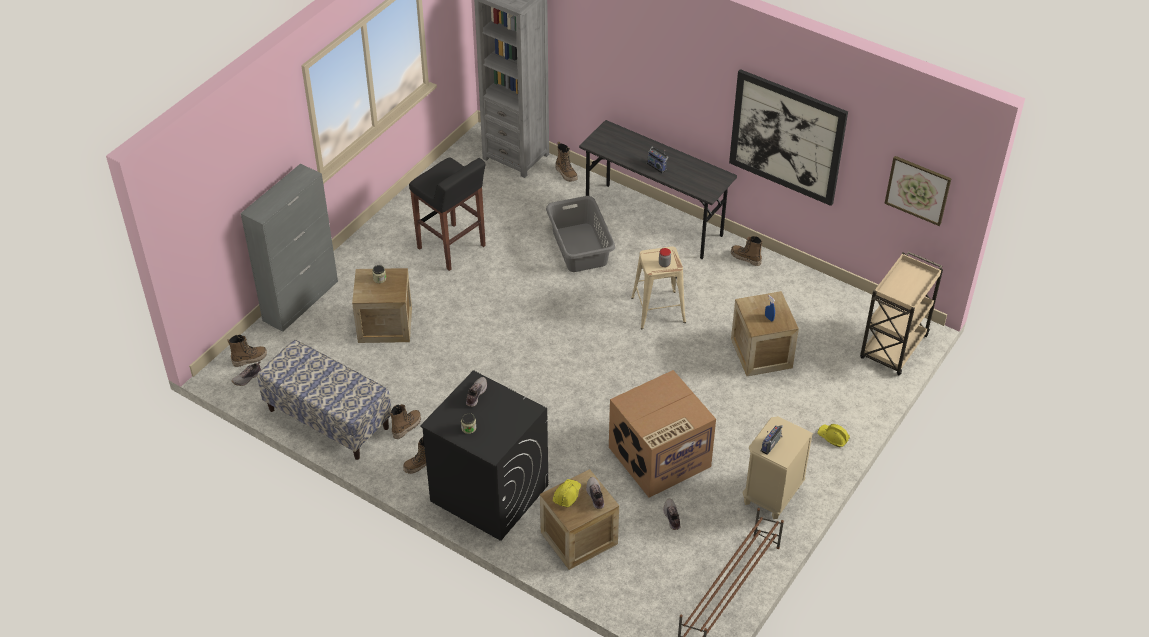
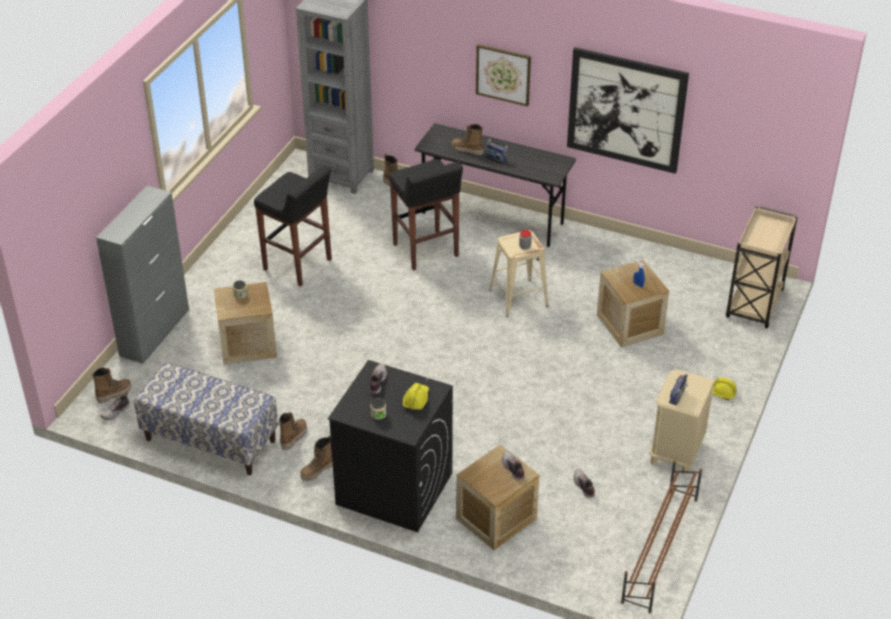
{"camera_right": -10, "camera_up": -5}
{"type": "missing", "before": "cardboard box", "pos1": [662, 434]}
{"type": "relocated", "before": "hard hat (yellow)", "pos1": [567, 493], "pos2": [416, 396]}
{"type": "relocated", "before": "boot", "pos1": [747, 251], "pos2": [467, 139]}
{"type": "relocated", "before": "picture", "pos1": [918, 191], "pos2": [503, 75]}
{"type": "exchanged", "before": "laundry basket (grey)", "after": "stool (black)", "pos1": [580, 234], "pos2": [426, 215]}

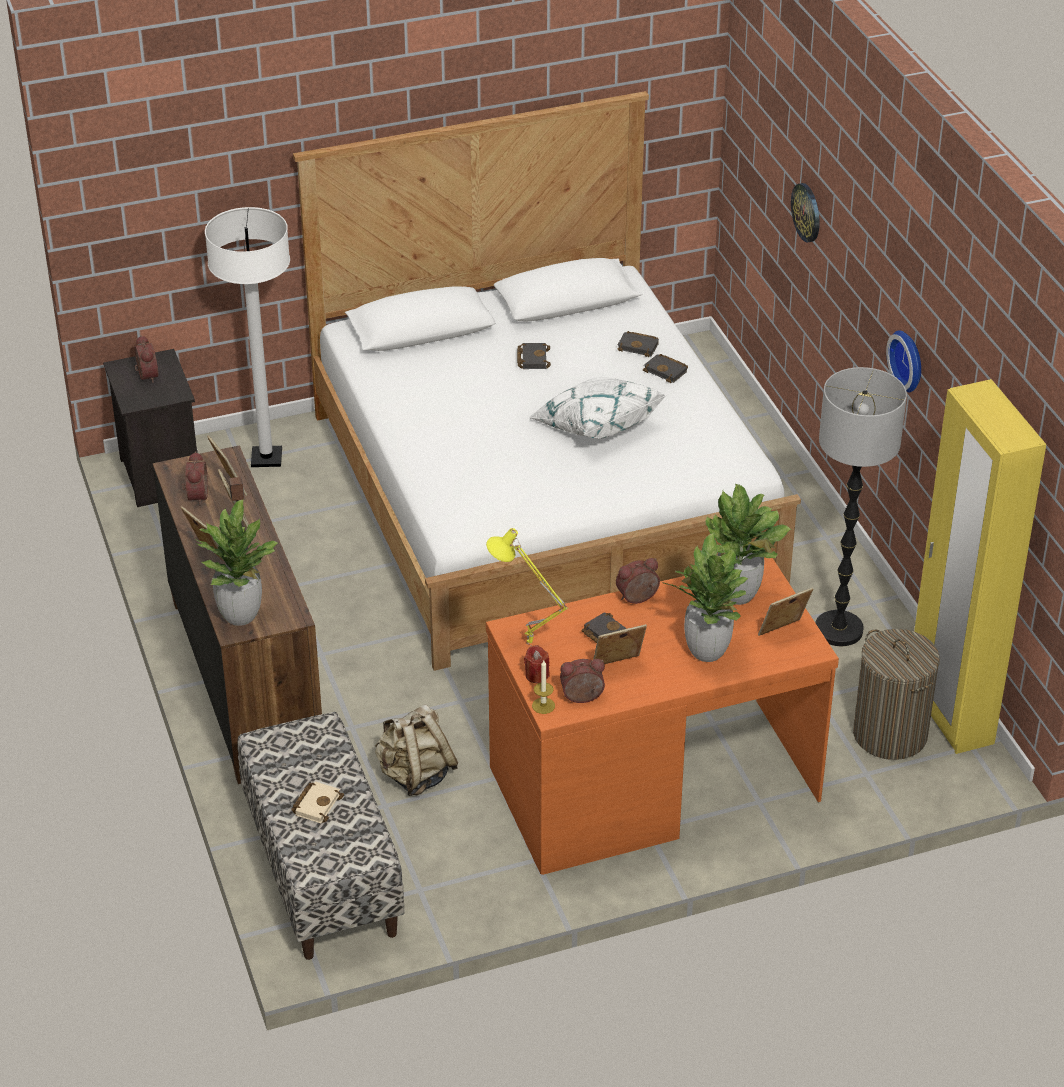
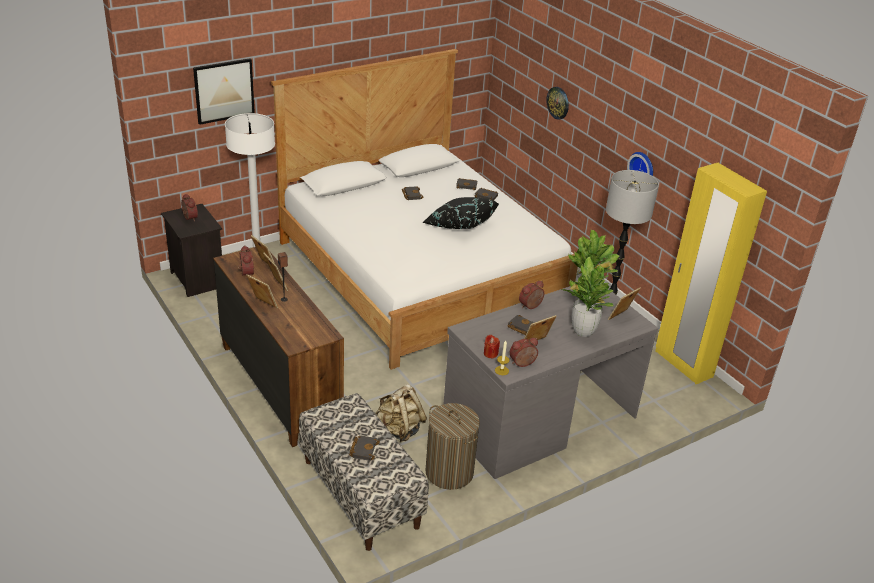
{"camera_right": -15, "camera_up": -5}
{"type": "missing", "before": "potted plant", "pos1": [236, 563]}
{"type": "missing", "before": "table lamp (yellow)", "pos1": [527, 587]}
{"type": "appeared", "after": "picture", "pos2": [224, 91]}
{"type": "relocated", "before": "laundry basket", "pos1": [896, 694], "pos2": [453, 446]}
{"type": "colour", "before": "book (beige)", "after": "book (black)", "pos1": [317, 802], "pos2": [364, 448]}
{"type": "colour", "before": "desk (orange)", "after": "desk (grey)", "pos1": [662, 716], "pos2": [551, 382]}
{"type": "colour", "before": "pillow (white)", "after": "pillow (black)", "pos1": [597, 408], "pos2": [460, 213]}

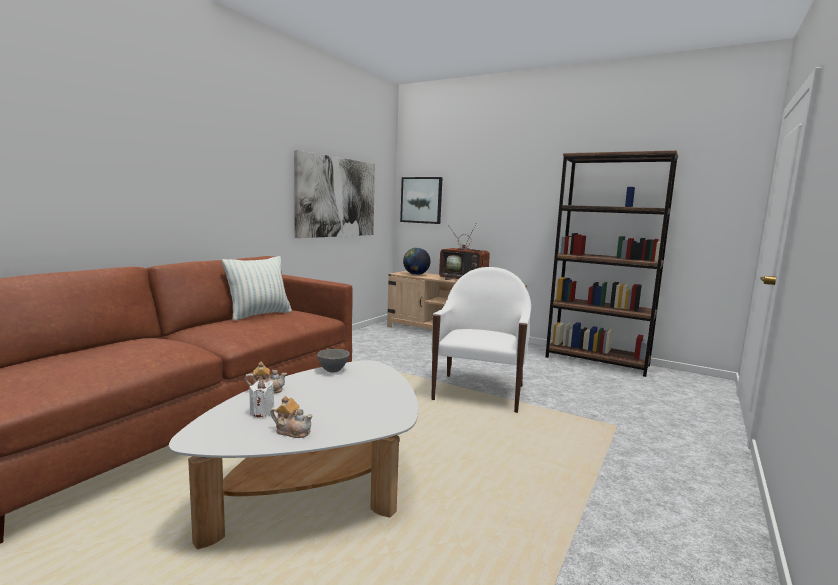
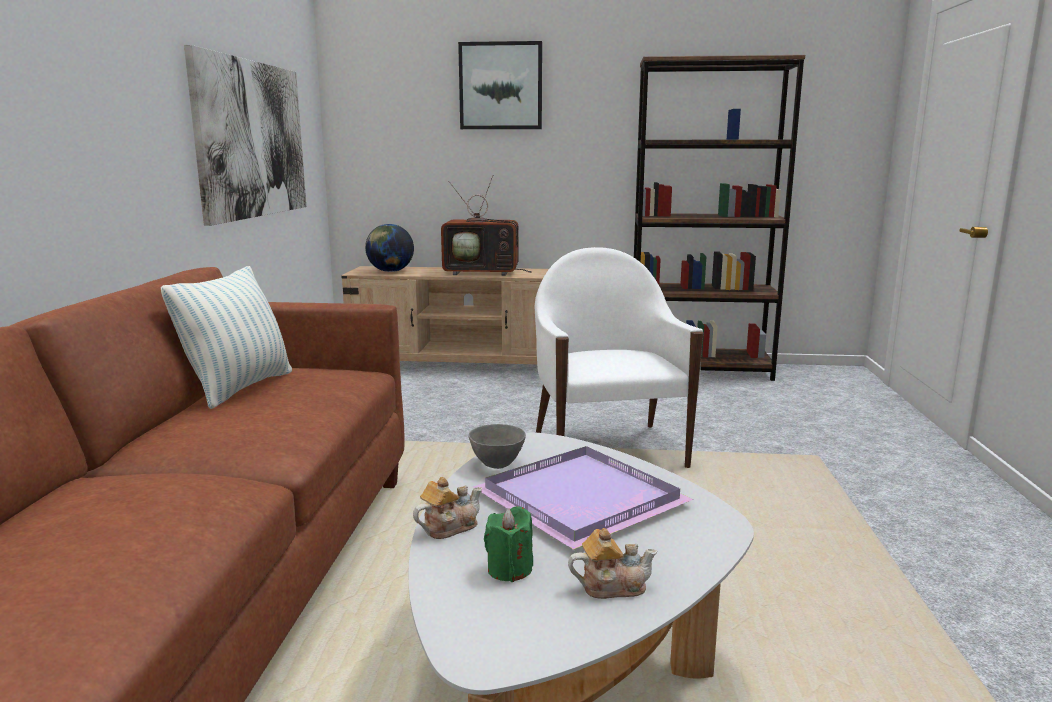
{"camera_right": -25, "camera_up": 5}
{"type": "appeared", "after": "tray (purple)", "pos2": [583, 498]}
{"type": "relocated", "before": "picture", "pos1": [421, 200], "pos2": [500, 85]}
{"type": "colour", "before": "candle (white)", "after": "candle (green)", "pos1": [262, 398], "pos2": [508, 544]}

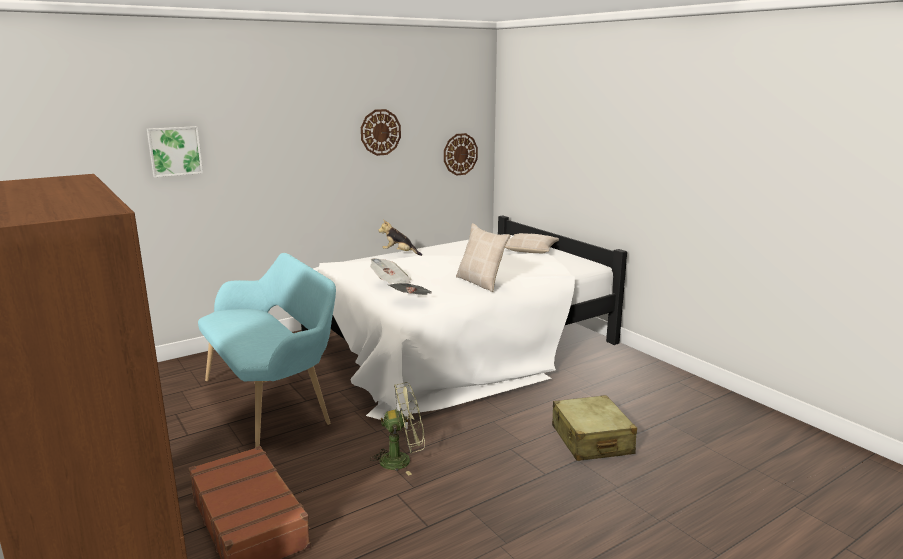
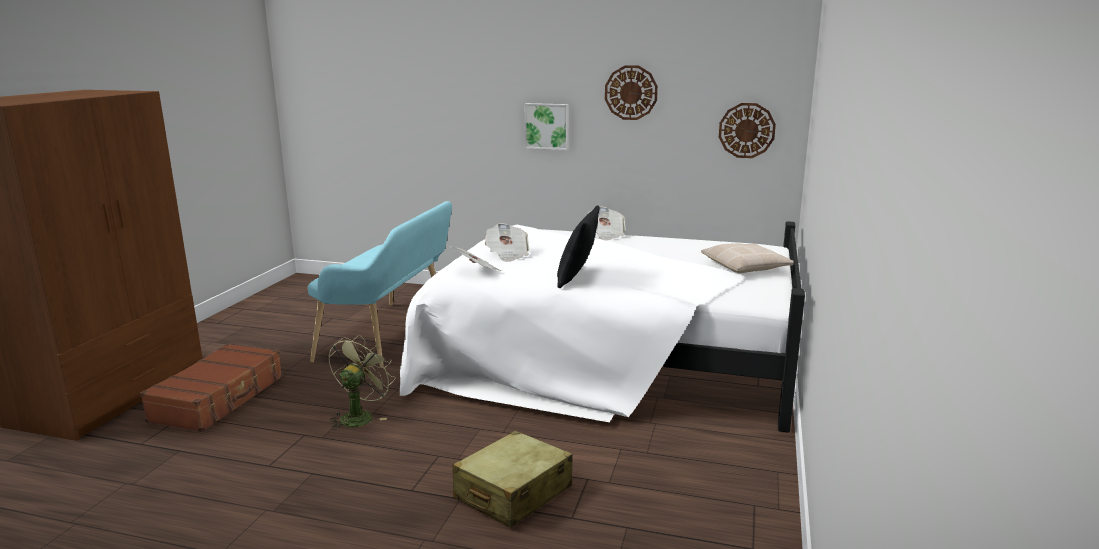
{"camera_right": 50, "camera_up": 0}
{"type": "relocated", "before": "picture", "pos1": [175, 151], "pos2": [546, 126]}
{"type": "exchanged", "before": "plush toy", "after": "newspaper", "pos1": [400, 238], "pos2": [606, 224]}
{"type": "colour", "before": "pillow (beige)", "after": "pillow (black)", "pos1": [483, 257], "pos2": [578, 246]}
{"type": "spun", "before": "fan (green)", "pos1": [397, 428], "pos2": [361, 382], "turn": -105}

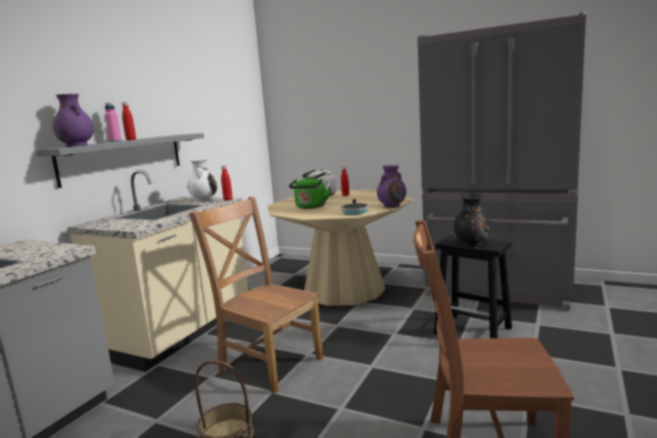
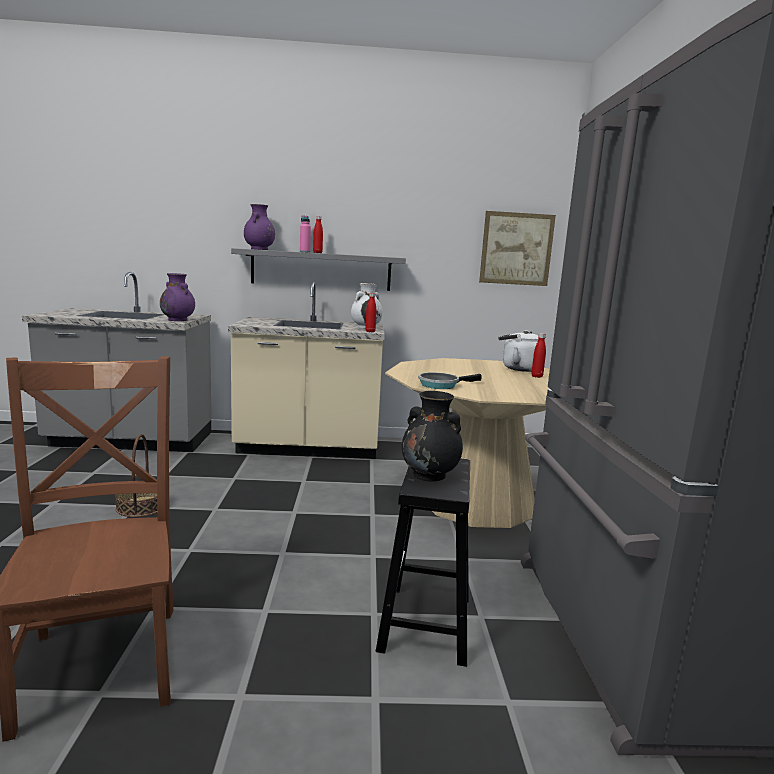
{"camera_right": 60, "camera_up": 0}
{"type": "missing", "before": "chair (brown)", "pos1": [256, 295]}
{"type": "missing", "before": "kettle (green)", "pos1": [310, 193]}
{"type": "appeared", "after": "picture", "pos2": [517, 248]}
{"type": "relocated", "before": "vase (purple)", "pos1": [391, 186], "pos2": [177, 297]}

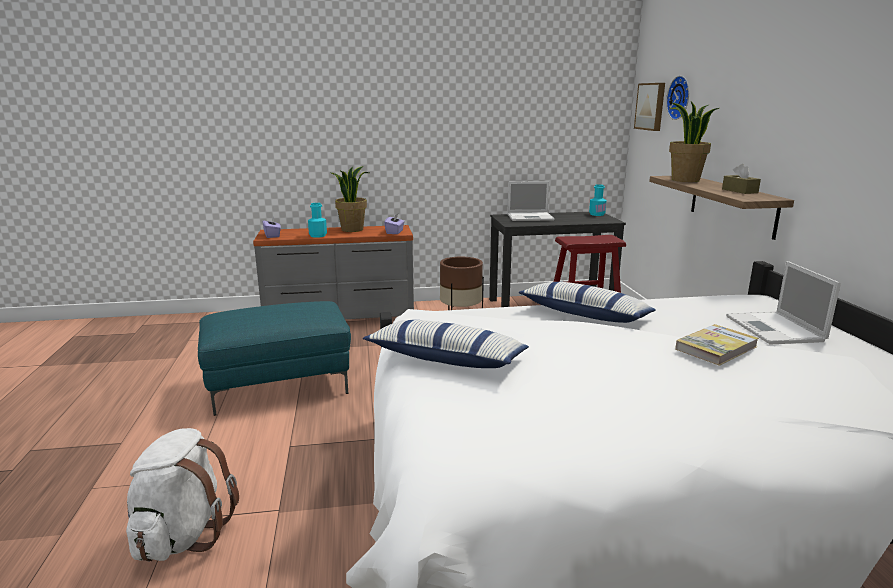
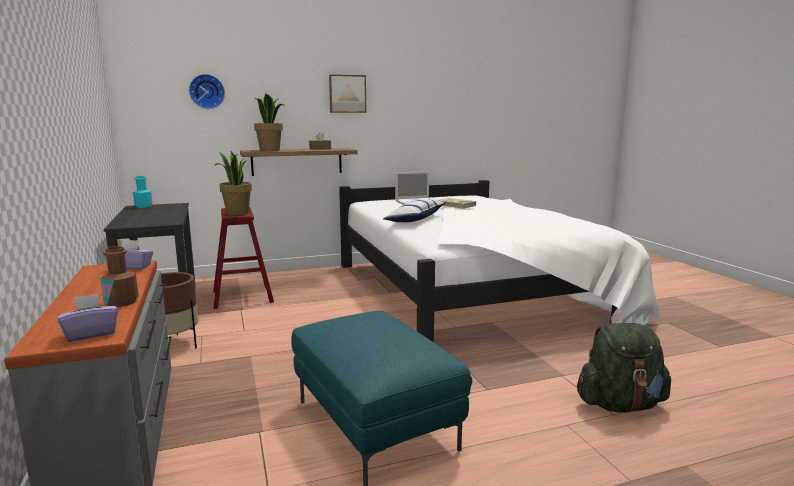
{"camera_right": -100, "camera_up": -5}
{"type": "missing", "before": "pillow", "pos1": [446, 344]}
{"type": "missing", "before": "laptop", "pos1": [530, 201]}
{"type": "relocated", "before": "potted plant", "pos1": [350, 199], "pos2": [233, 183]}
{"type": "relocated", "before": "picture", "pos1": [649, 107], "pos2": [347, 93]}
{"type": "colour", "before": "backpack (white)", "after": "backpack (green)", "pos1": [182, 495], "pos2": [624, 368]}
{"type": "colour", "before": "bottle (turquoise)", "after": "bottle (brown)", "pos1": [317, 220], "pos2": [119, 276]}

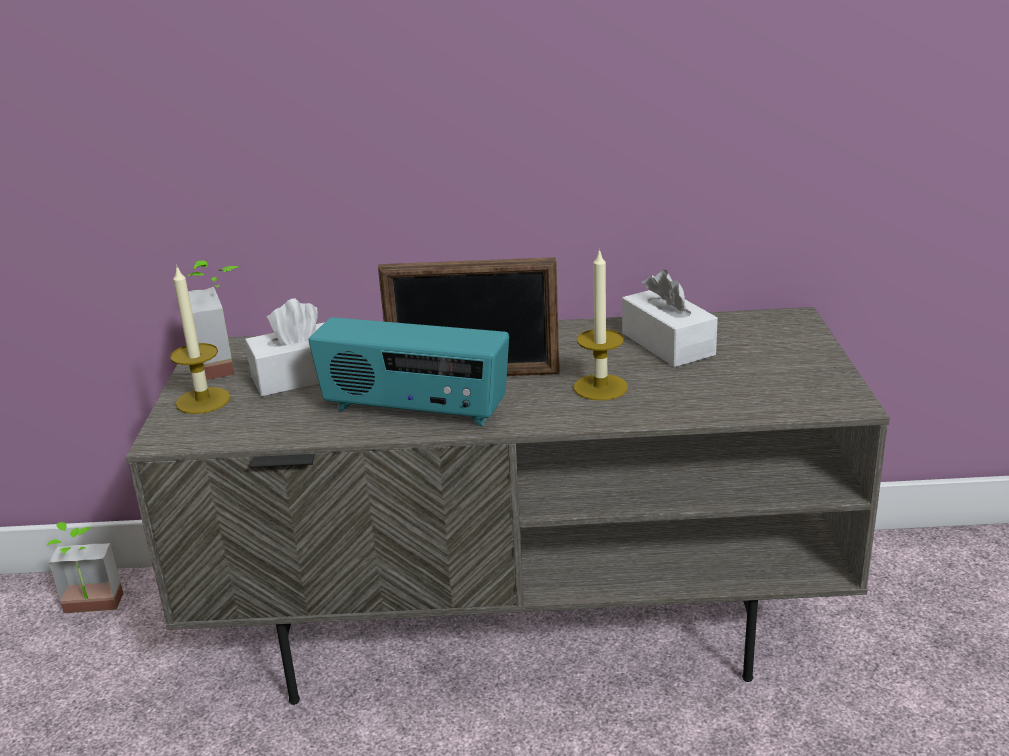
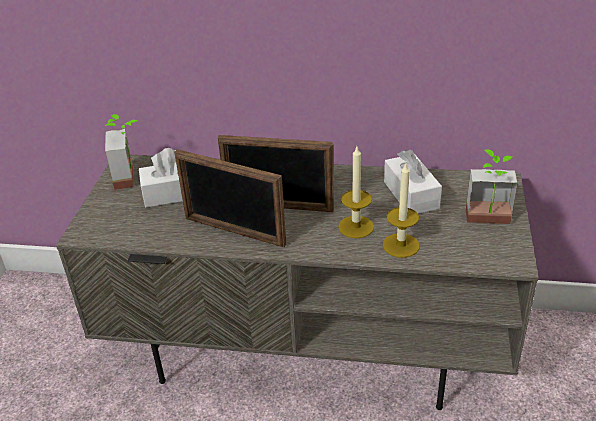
{"camera_right": 10, "camera_up": 10}
{"type": "relocated", "before": "potted plant", "pos1": [84, 567], "pos2": [492, 186]}
{"type": "relocated", "before": "candle", "pos1": [200, 339], "pos2": [401, 210]}
{"type": "exchanged", "before": "radio", "after": "picture frame", "pos1": [409, 371], "pos2": [230, 198]}

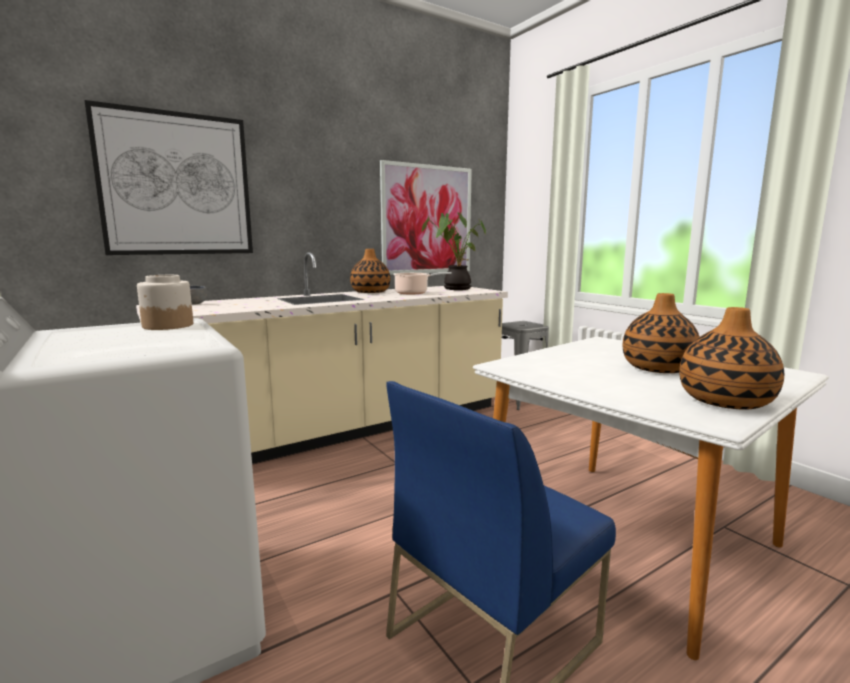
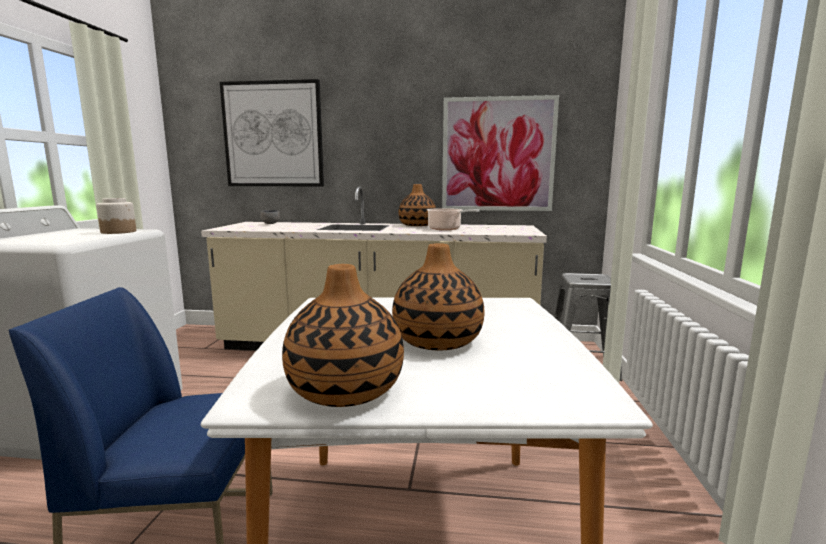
{"camera_right": 40, "camera_up": 0}
{"type": "missing", "before": "potted plant", "pos1": [454, 251]}

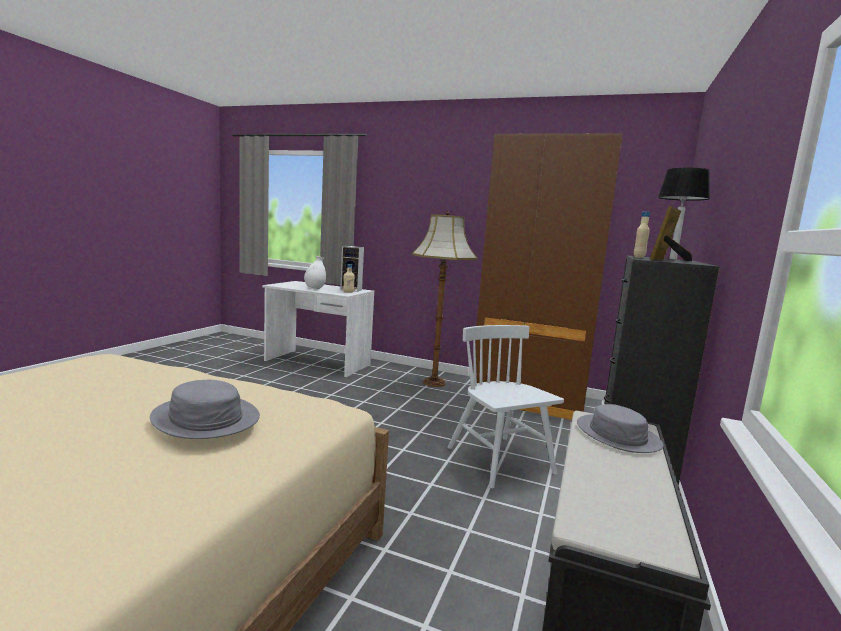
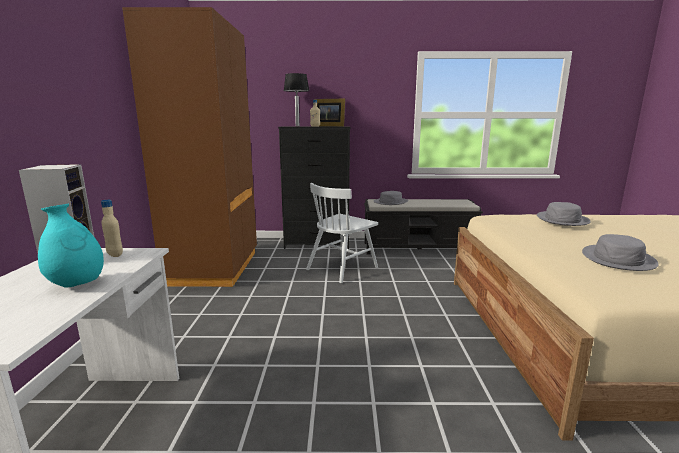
{"camera_right": -110, "camera_up": 5}
{"type": "missing", "before": "floor lamp", "pos1": [444, 298]}
{"type": "appeared", "after": "hat (grey)", "pos2": [620, 252]}
{"type": "colour", "before": "vase (white)", "after": "vase (turquoise)", "pos1": [315, 272], "pos2": [71, 246]}

